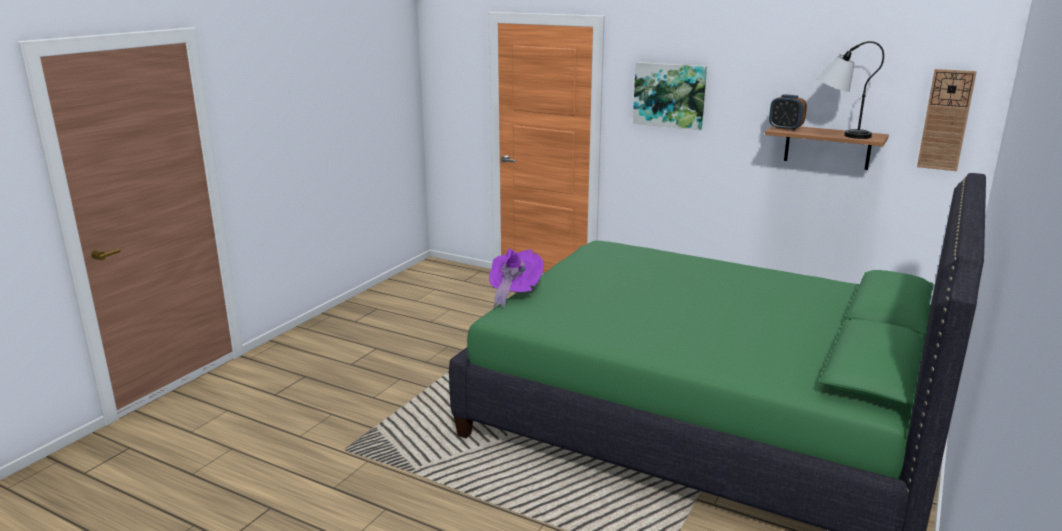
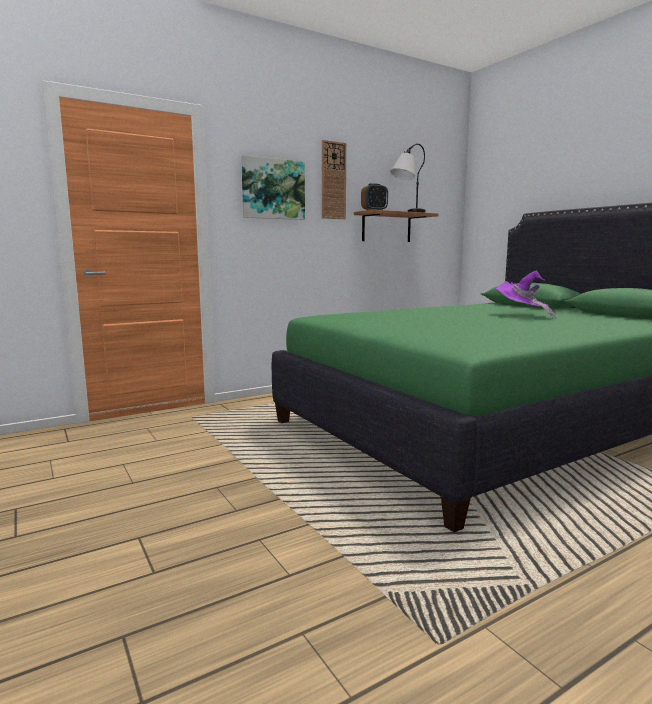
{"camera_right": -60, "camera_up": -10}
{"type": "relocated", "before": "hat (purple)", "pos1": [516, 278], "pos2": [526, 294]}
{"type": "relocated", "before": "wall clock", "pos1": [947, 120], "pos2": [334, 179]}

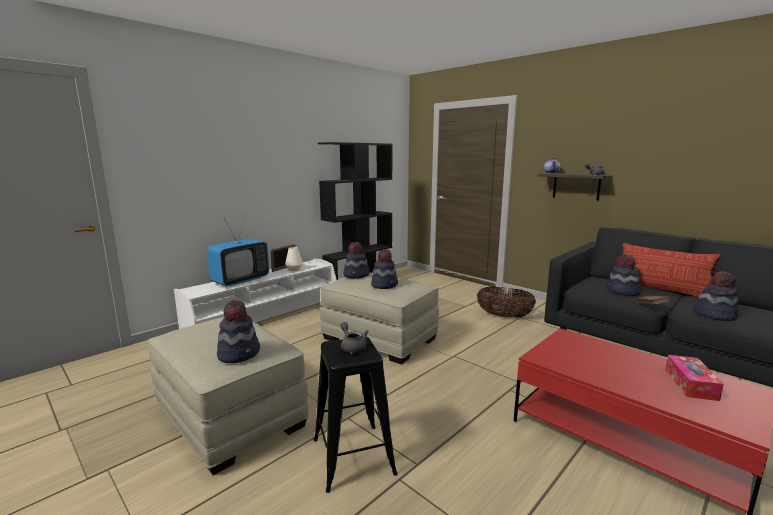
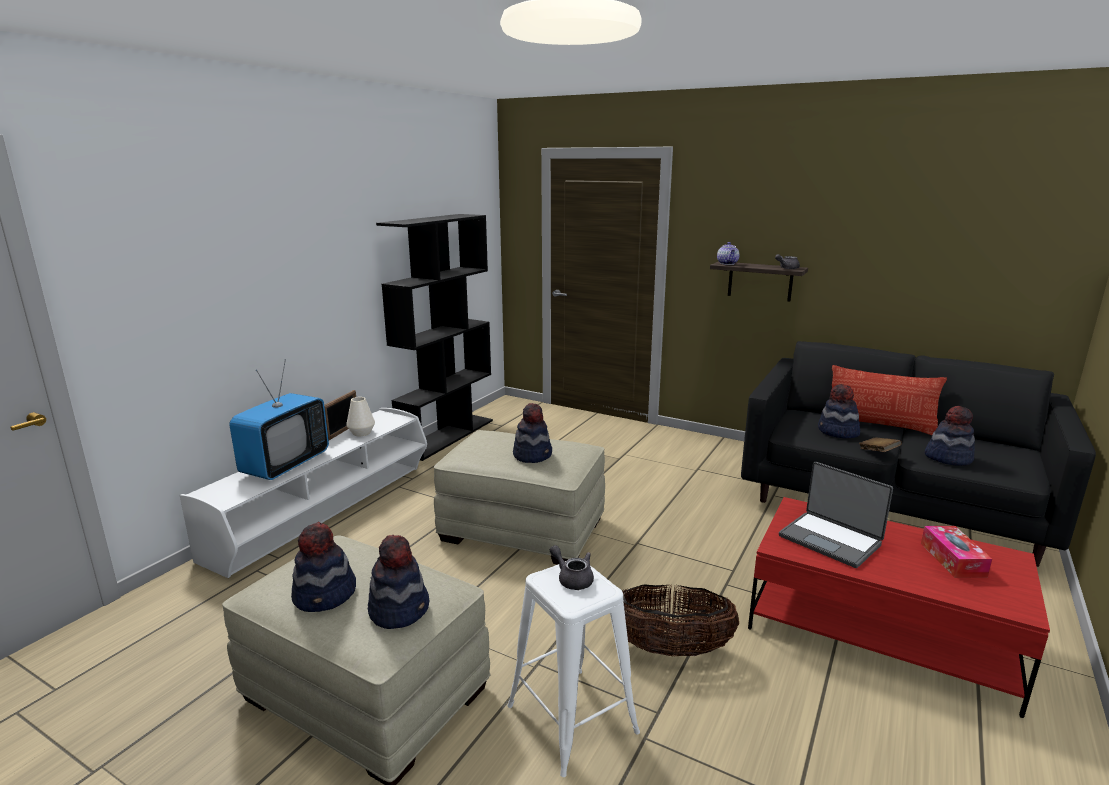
{"camera_right": -15, "camera_up": 5}
{"type": "appeared", "after": "laptop", "pos2": [836, 515]}
{"type": "relocated", "before": "hat", "pos1": [356, 260], "pos2": [323, 567]}
{"type": "relocated", "before": "basket", "pos1": [506, 302], "pos2": [680, 620]}
{"type": "colour", "before": "stool (black)", "after": "stool (white)", "pos1": [356, 415], "pos2": [573, 669]}

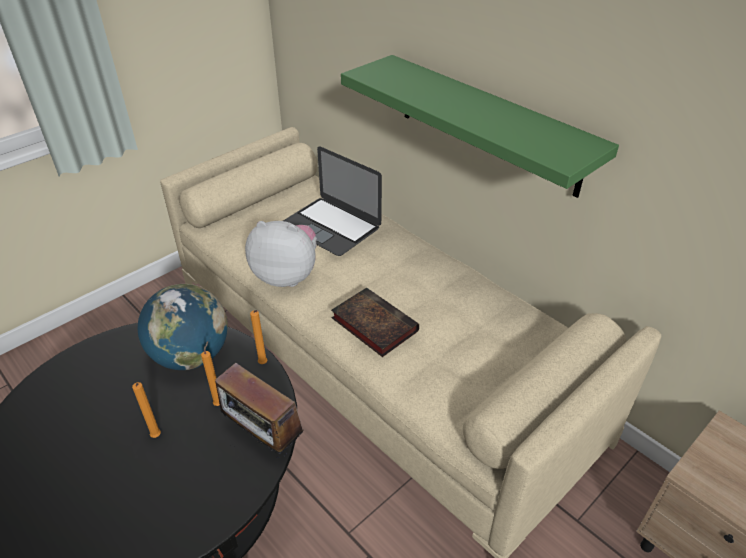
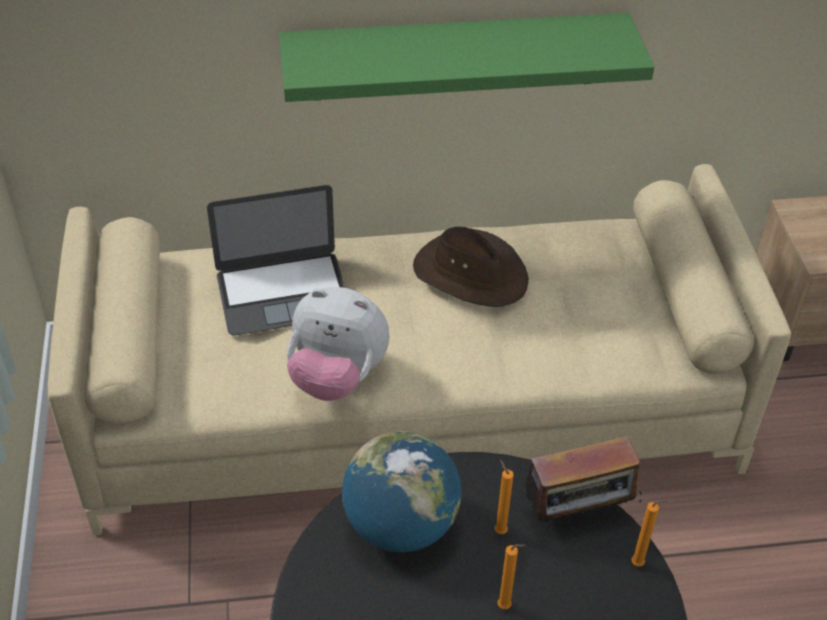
{"camera_right": -55, "camera_up": 5}
{"type": "missing", "before": "book", "pos1": [375, 322]}
{"type": "appeared", "after": "hat (brown)", "pos2": [471, 267]}
{"type": "relocated", "before": "candle (orange)", "pos1": [259, 337], "pos2": [649, 533]}
{"type": "spun", "before": "plush toy", "pos1": [281, 254], "pos2": [338, 344], "turn": -120}

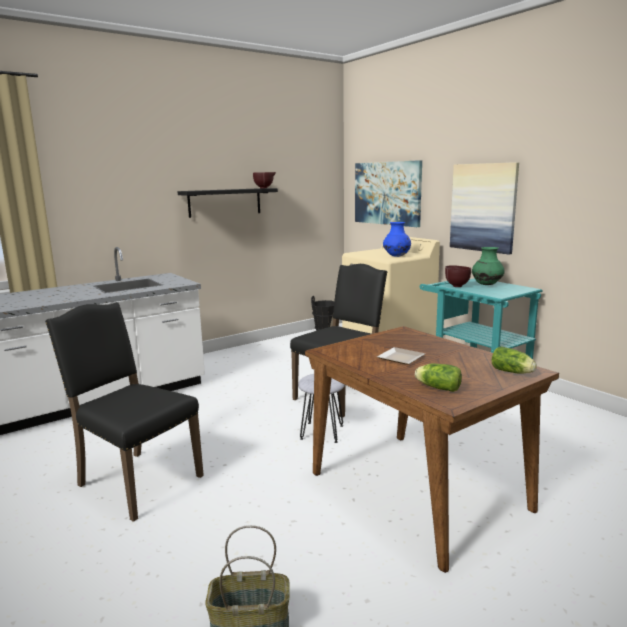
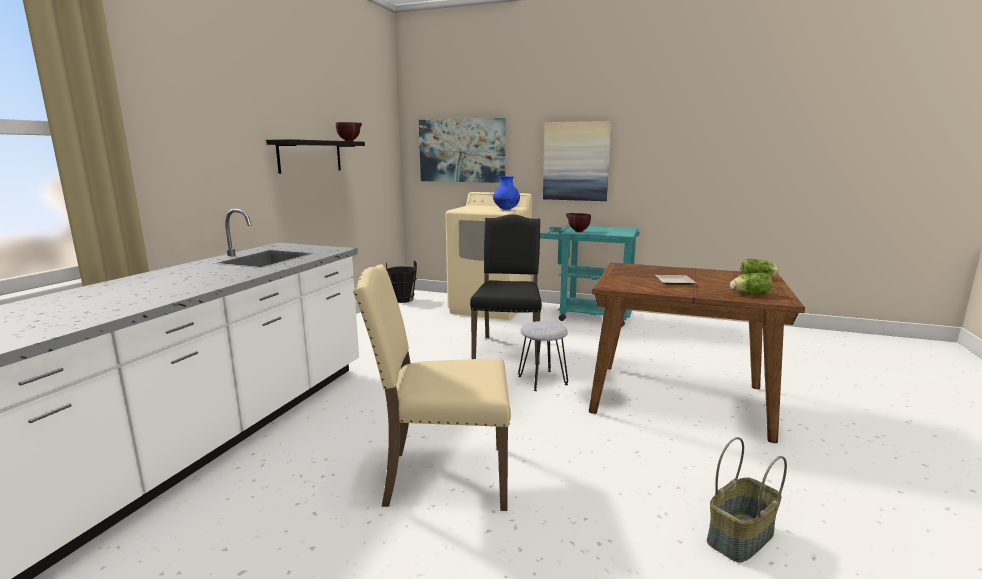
{"camera_right": -35, "camera_up": 0}
{"type": "missing", "before": "vase (green)", "pos1": [488, 266]}
{"type": "colour", "before": "chair (black)", "after": "chair (beige)", "pos1": [124, 412], "pos2": [432, 387]}

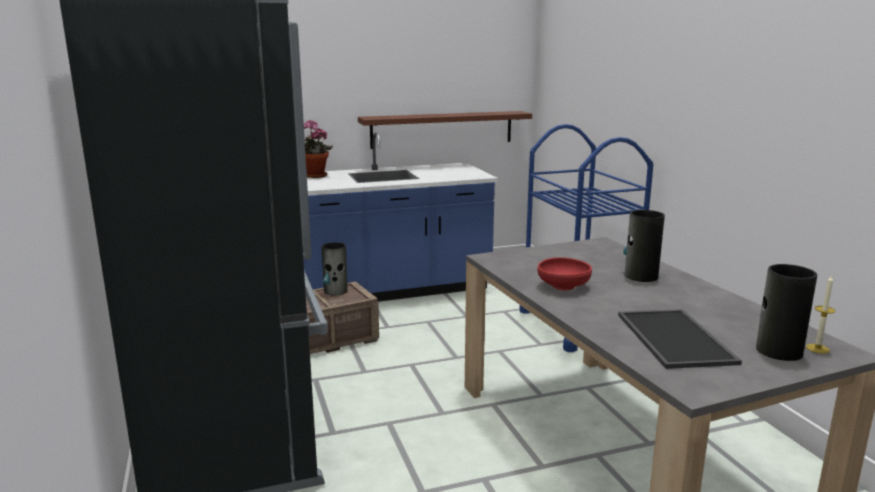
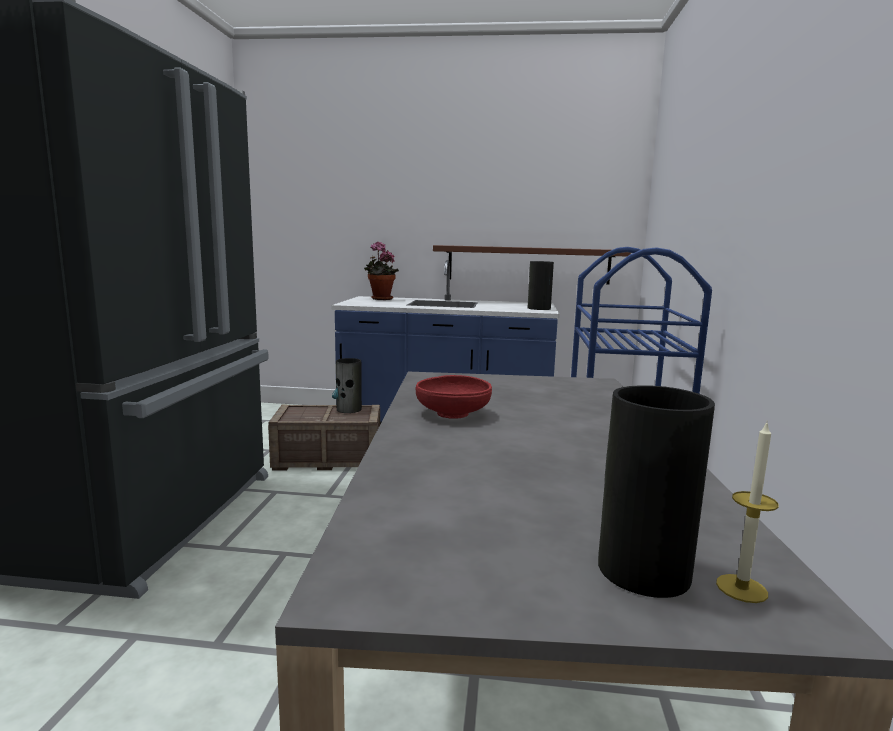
{"camera_right": 25, "camera_up": -5}
{"type": "missing", "before": "tray", "pos1": [680, 339]}
{"type": "relocated", "before": "vase", "pos1": [644, 246], "pos2": [541, 285]}

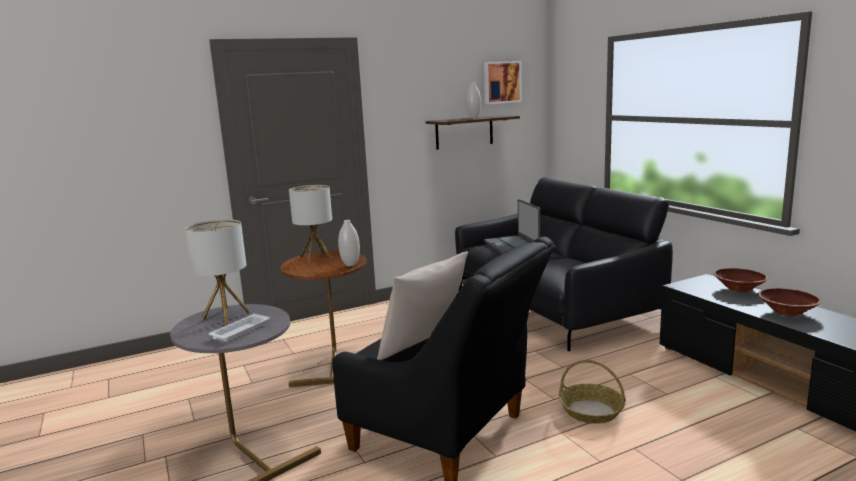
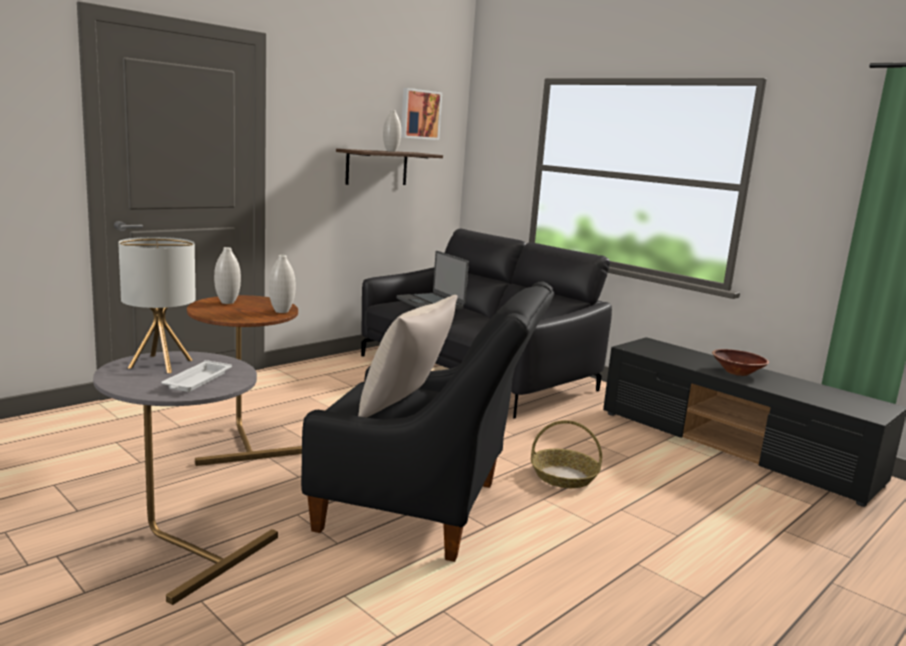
{"camera_right": -20, "camera_up": 0}
{"type": "missing", "before": "bowl (brown)", "pos1": [740, 280]}
{"type": "exchanged", "before": "table lamp", "after": "vase (white)", "pos1": [311, 224], "pos2": [227, 275]}

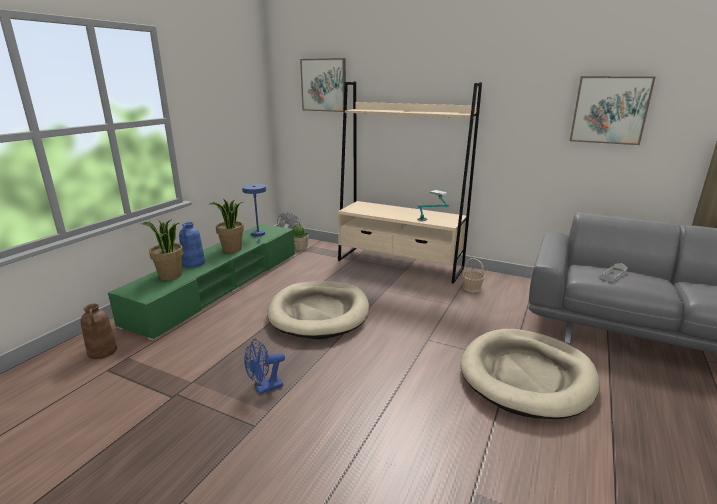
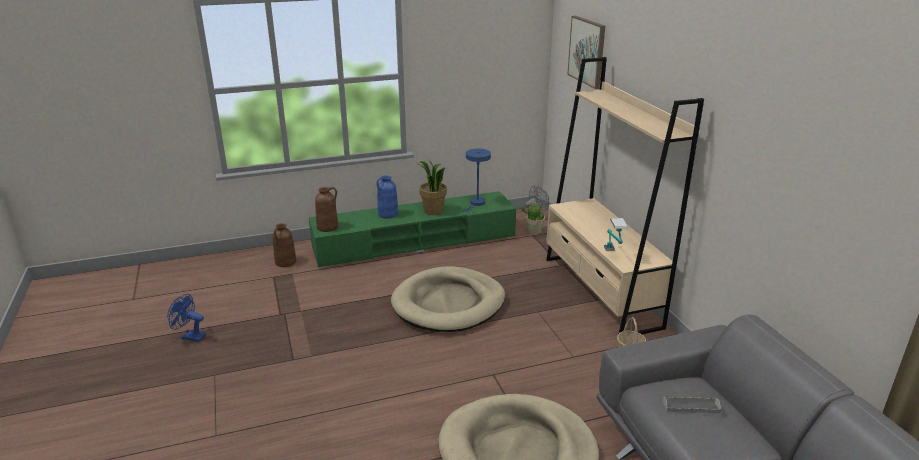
{"camera_right": 45, "camera_up": 5}
{"type": "missing", "before": "potted plant", "pos1": [162, 249]}
{"type": "missing", "before": "picture", "pos1": [613, 110]}
{"type": "appeared", "after": "vase (brown)", "pos2": [326, 209]}
{"type": "relocated", "before": "fan (blue)", "pos1": [264, 366], "pos2": [186, 318]}

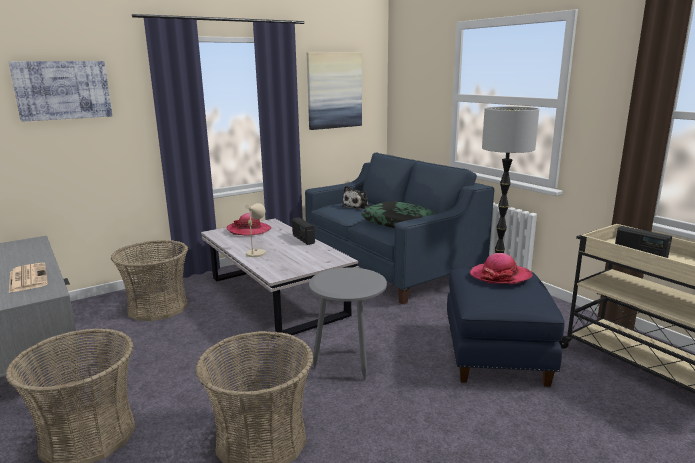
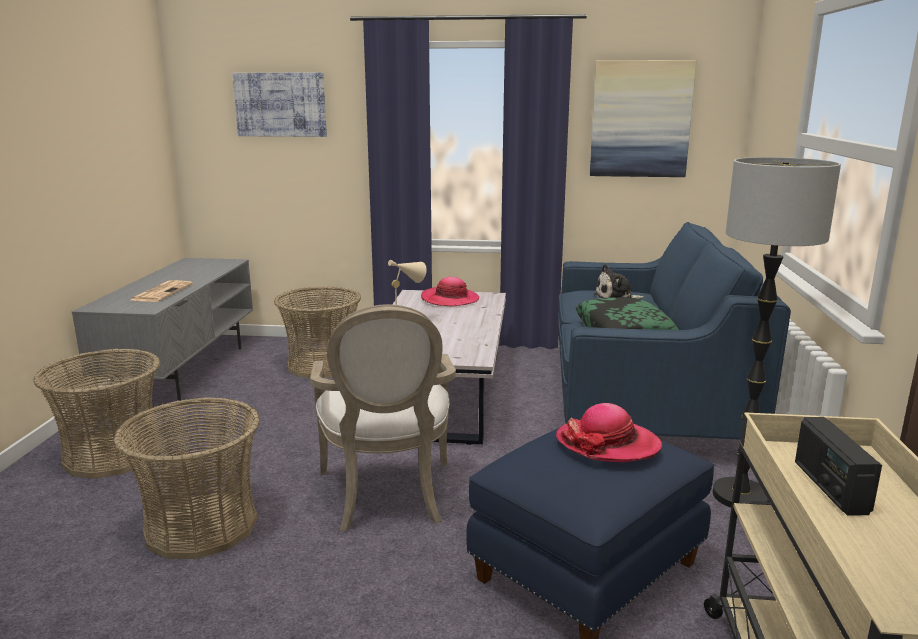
{"camera_right": 40, "camera_up": 0}
{"type": "missing", "before": "radio", "pos1": [303, 231]}
{"type": "exchanged", "before": "side table (grey)", "after": "armchair", "pos1": [348, 324], "pos2": [383, 417]}

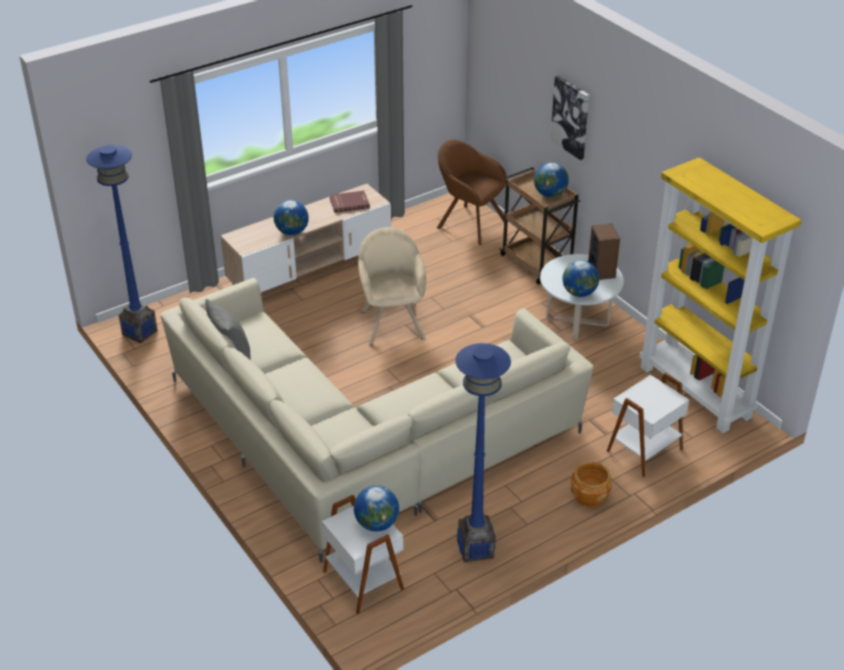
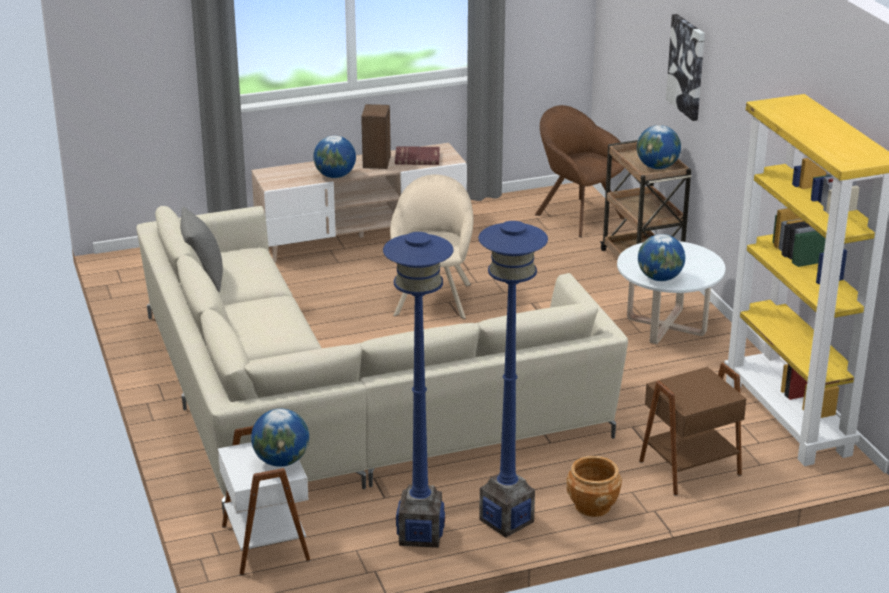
{"camera_right": 15, "camera_up": -10}
{"type": "relocated", "before": "floor lamp (blue)", "pos1": [122, 244], "pos2": [513, 379]}
{"type": "relocated", "before": "speaker", "pos1": [604, 252], "pos2": [376, 136]}
{"type": "colour", "before": "side table (white)", "after": "side table (brown)", "pos1": [648, 425], "pos2": [692, 429]}

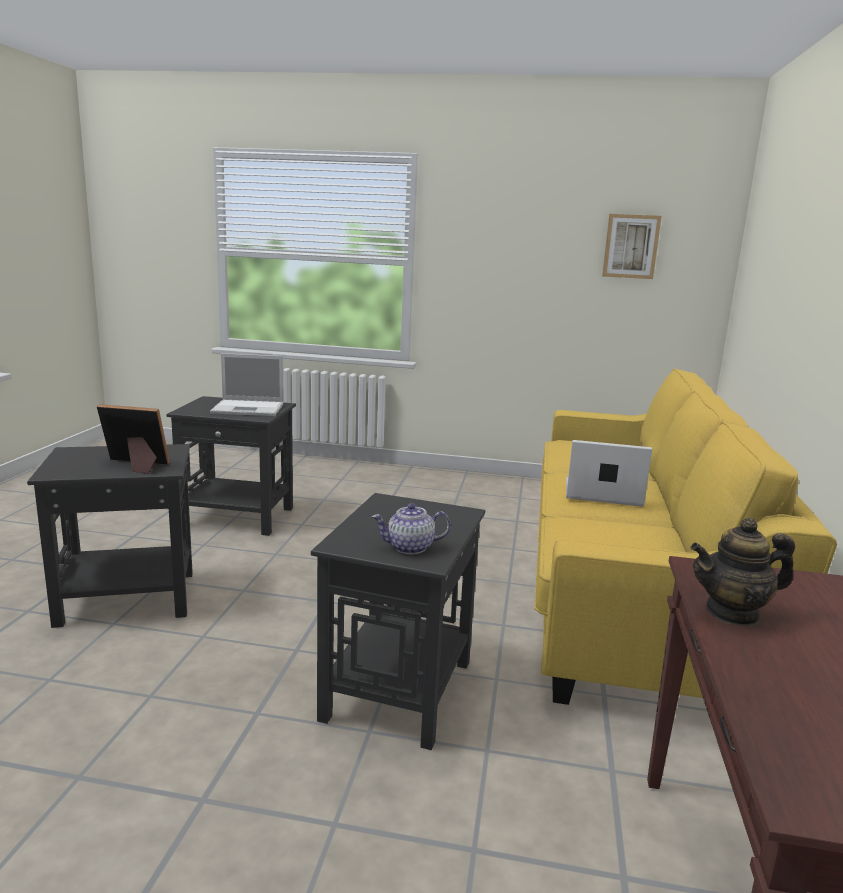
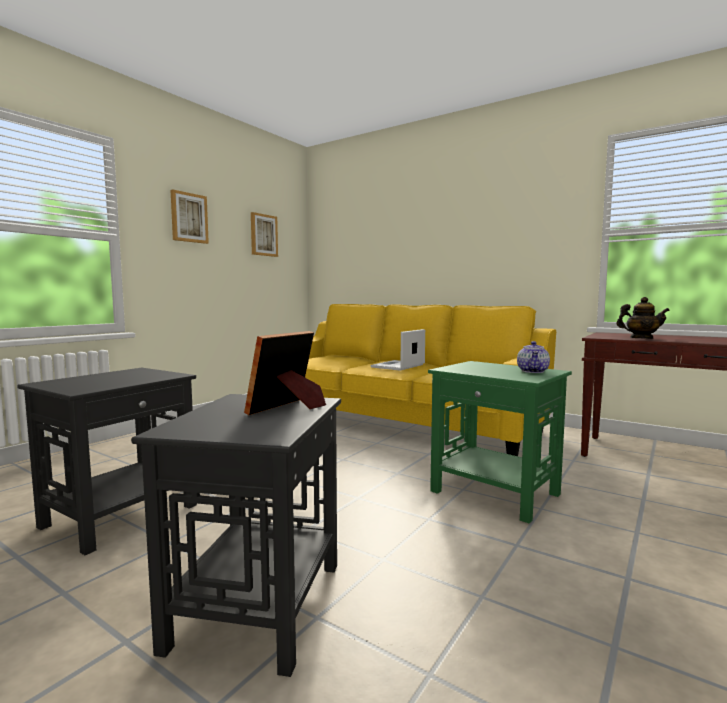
{"camera_right": -65, "camera_up": -10}
{"type": "missing", "before": "laptop", "pos1": [247, 384]}
{"type": "appeared", "after": "picture", "pos2": [190, 217]}
{"type": "colour", "before": "side table (black)", "after": "side table (green)", "pos1": [398, 621], "pos2": [500, 442]}
{"type": "spun", "before": "teapot", "pos1": [743, 572], "pos2": [643, 318], "turn": -90}

